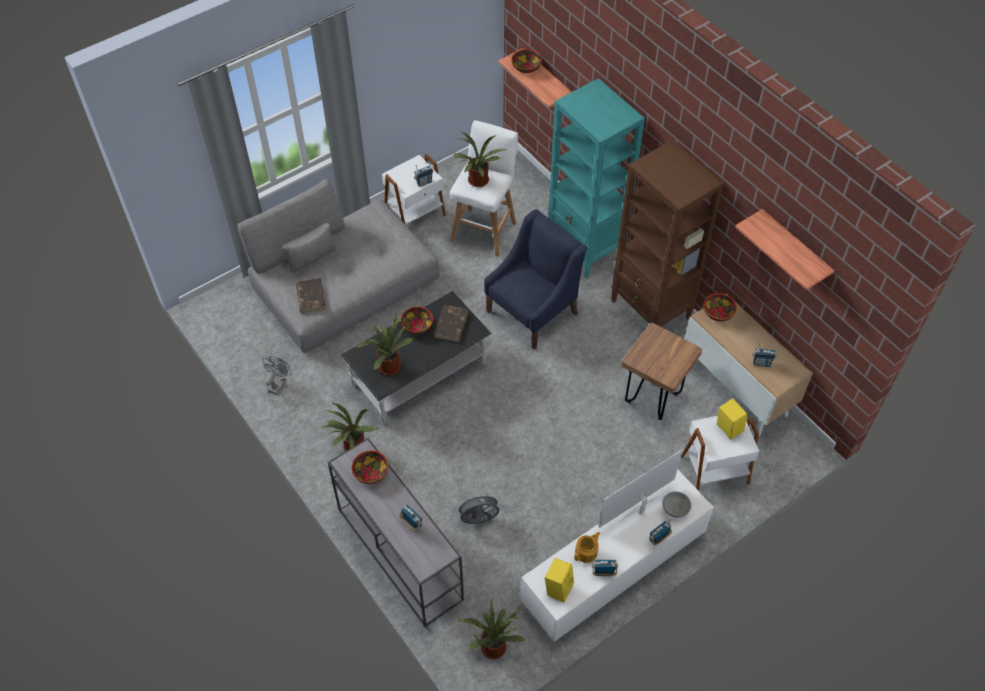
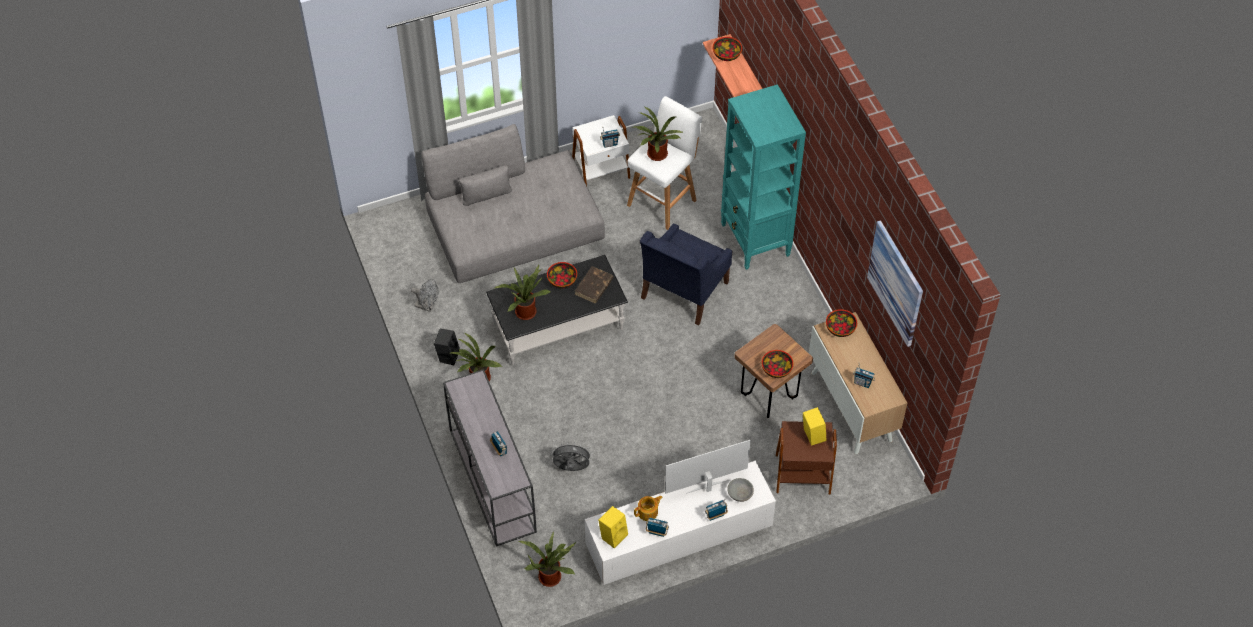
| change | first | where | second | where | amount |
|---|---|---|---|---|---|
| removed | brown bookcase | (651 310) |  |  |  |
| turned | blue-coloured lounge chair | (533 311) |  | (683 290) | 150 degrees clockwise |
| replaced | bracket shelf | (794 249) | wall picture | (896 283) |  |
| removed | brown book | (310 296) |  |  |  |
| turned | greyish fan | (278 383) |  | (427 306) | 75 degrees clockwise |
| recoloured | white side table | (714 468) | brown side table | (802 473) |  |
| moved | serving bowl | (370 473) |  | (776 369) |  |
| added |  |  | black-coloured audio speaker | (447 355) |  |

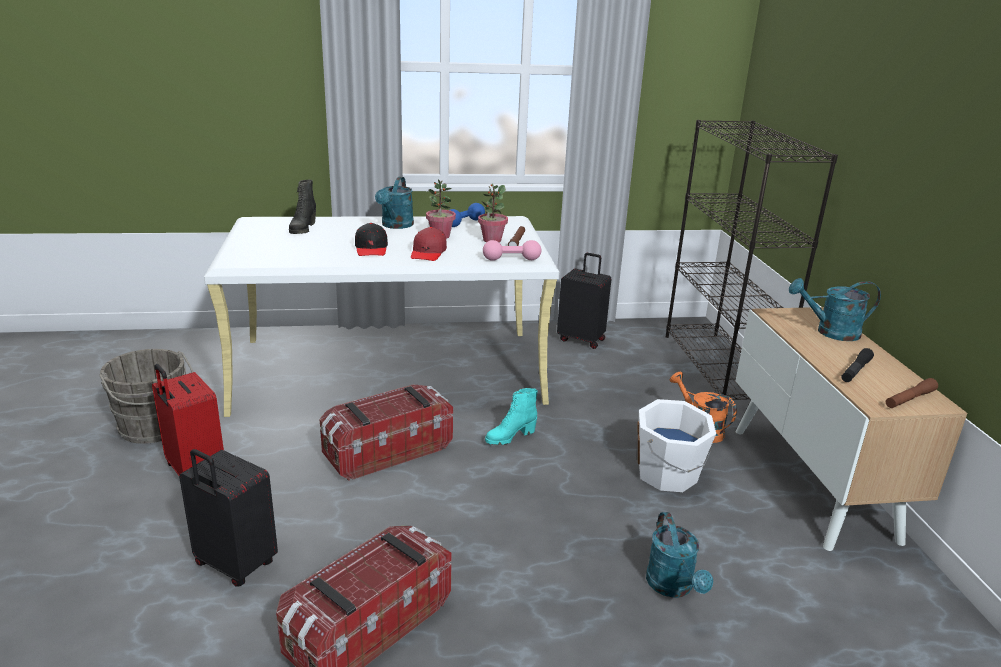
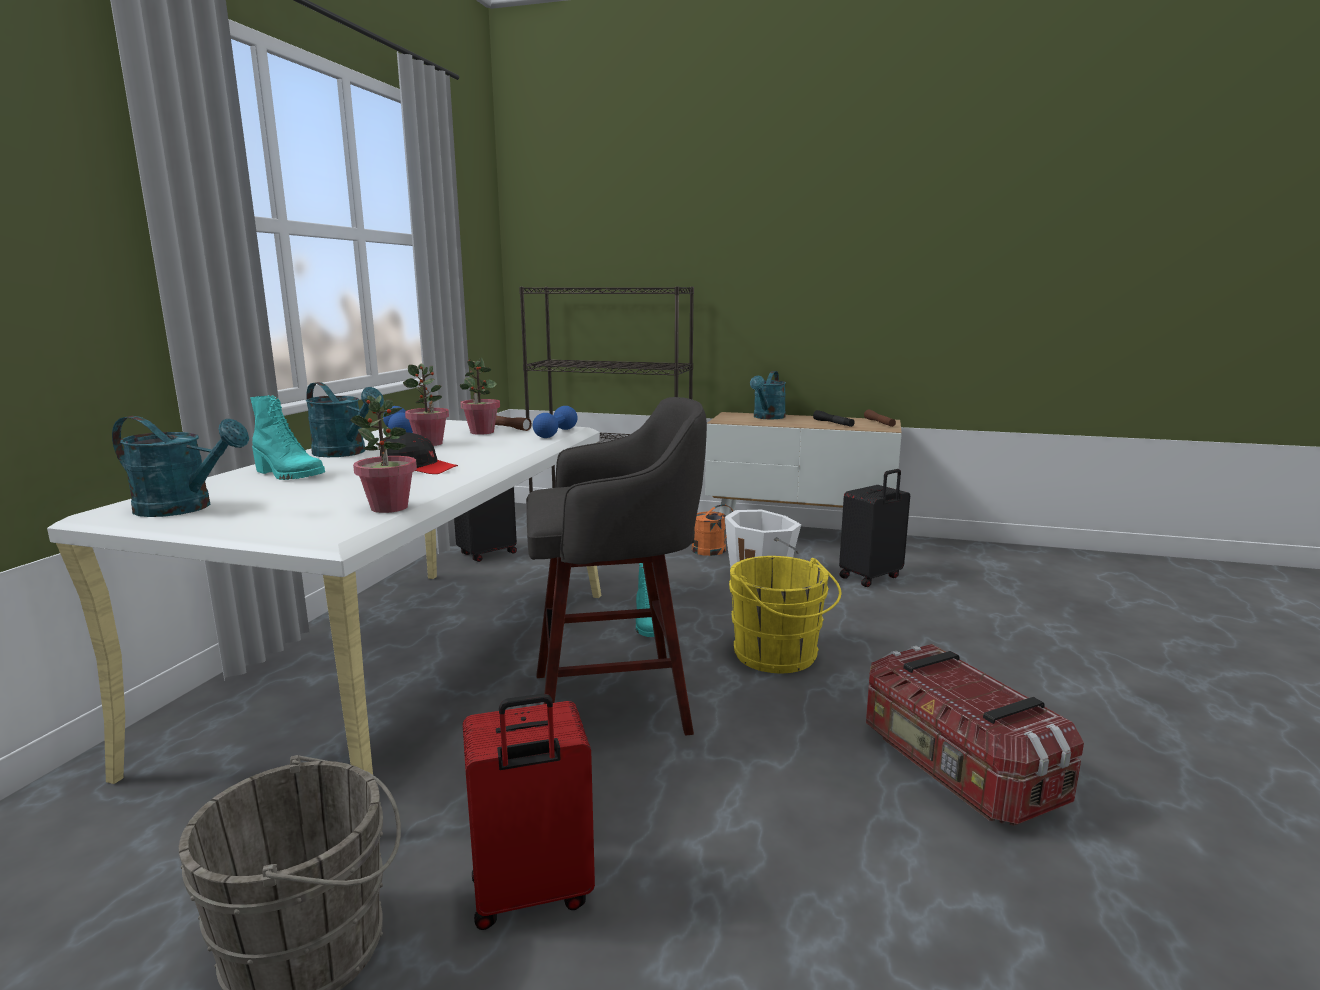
| change | first | where | second | where | amount |
|---|---|---|---|---|---|
| removed | black-coloured tall boot | (302 229) |  |  |  |
| removed | red cap | (428 252) |  |  |  |
| recoloured | pink-coloured free weight | (511 259) | blue-coloured free weight | (556 433) |  |
| replaced | storage box | (387 451) | greyish stool seat | (616 702) |  |
| moved | black-coloured travel case | (234 565) |  | (871 577) |  |
| moved | blue-green sprinkling can | (673 587) |  | (185 508) |  |
| added |  |  | blue-green tall boot | (288 475) |  |
| added |  |  | houseplant | (389 508) |  |
| added |  |  | yellow bucket | (779 656) |  |

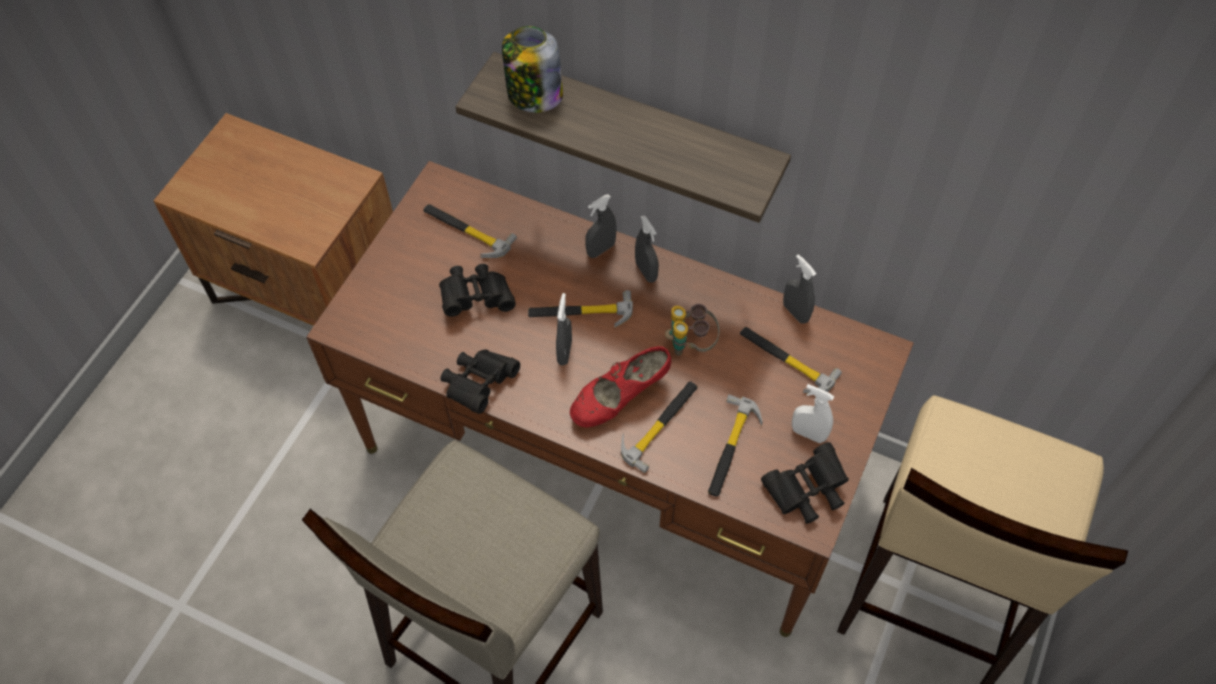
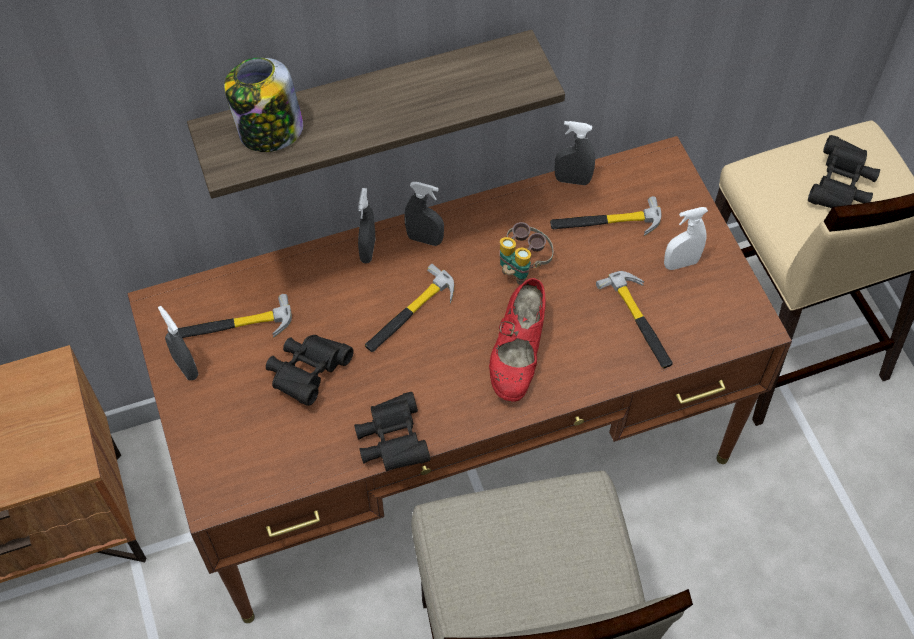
| change | first | where | second | where | amount |
|---|---|---|---|---|---|
| moved | greyish sprayer | (564 352) |  | (185 367) |  |
| removed | tool hammer | (660 424) |  |  |  |
| moved | black-coloured pair of binoculars | (806 492) |  | (840 187) |  |

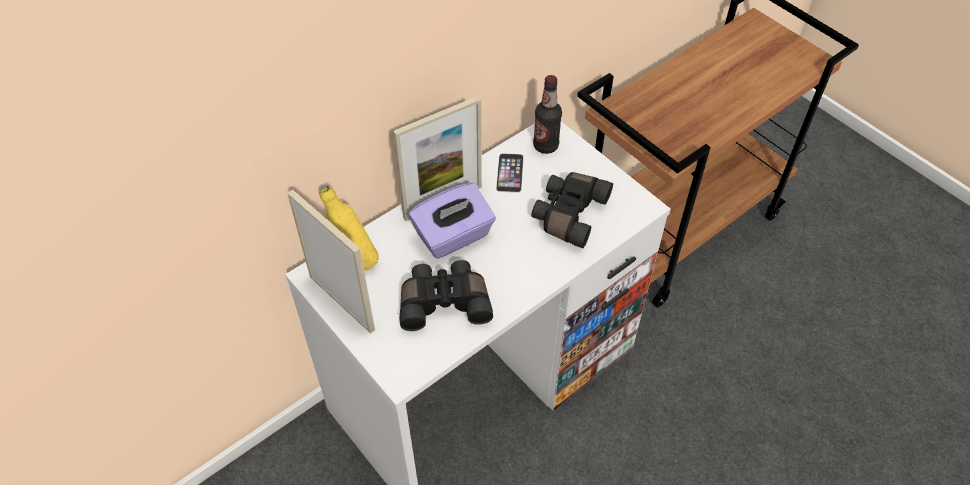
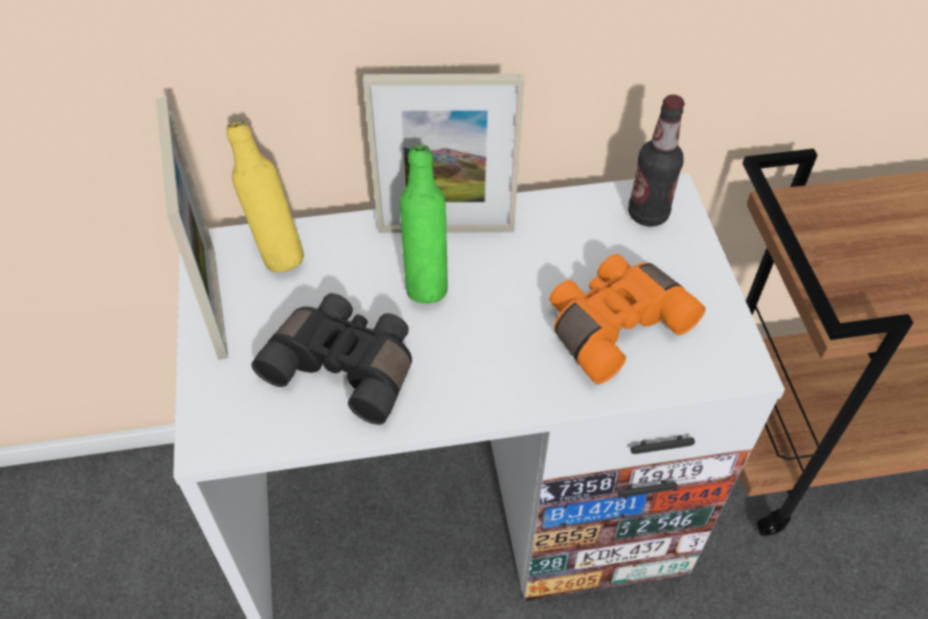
| change | first | where | second | where | amount |
|---|---|---|---|---|---|
| removed | telephone | (510 173) |  |  |  |
| recoloured | black-coloured pair of binoculars | (568 214) | orange-coloured pair of binoculars | (613 324) |  |
| replaced | purple-coloured tissue box | (453 236) | greenish beverage bottle | (426 281) |  |

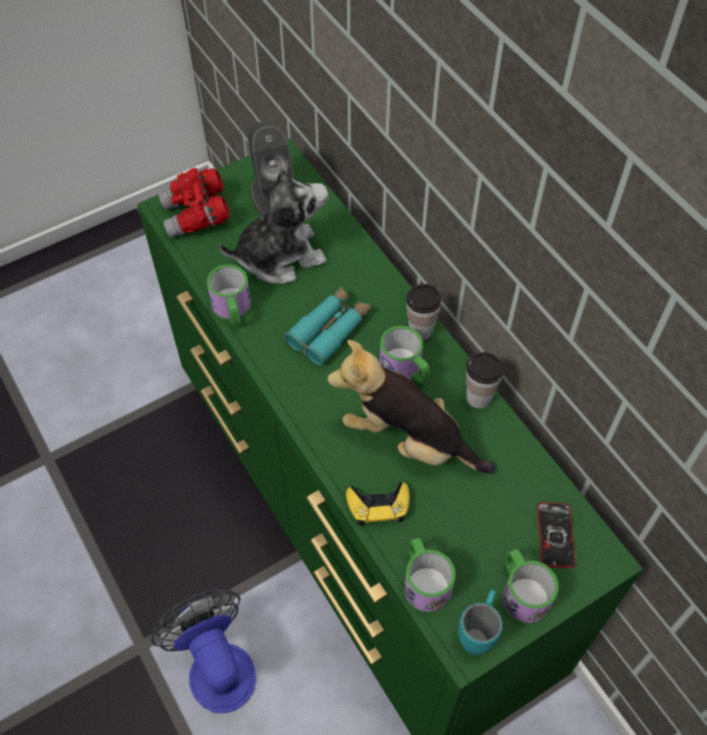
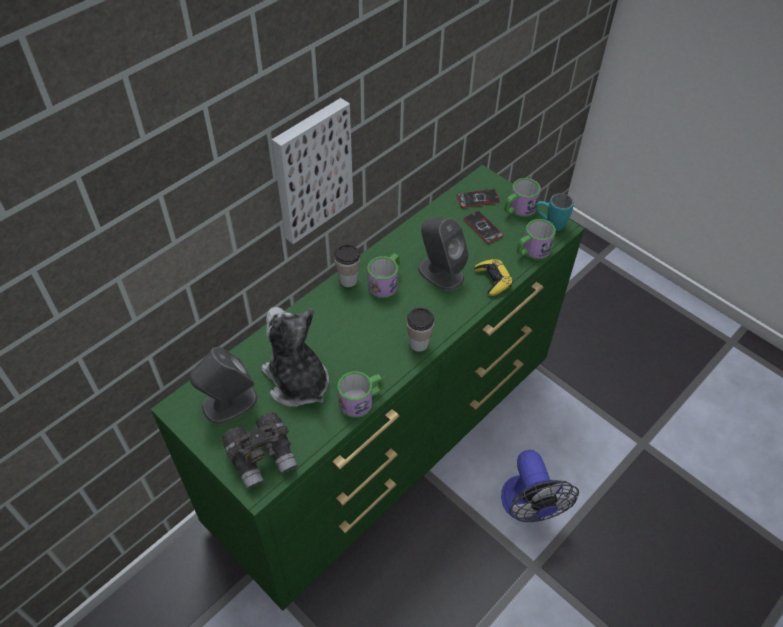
| change | first | where | second | where | amount |
|---|---|---|---|---|---|
| recoloured | red pair of binoculars | (197 216) | greyish pair of binoculars | (263 457) |  |
| removed | blue-green pair of binoculars | (330 330) |  |  |  |
| replaced | soft toy | (408 440) | greyish audio speaker | (440 273) |  |
| moved | drinking cup | (478 397) |  | (418 344) |  |
| turned | fan | (216 665) |  | (528 507) | 60 degrees counterclockwise |
| added |  |  | wall picture | (311 170) |  |
| added |  |  | telephone | (483 228) |  |

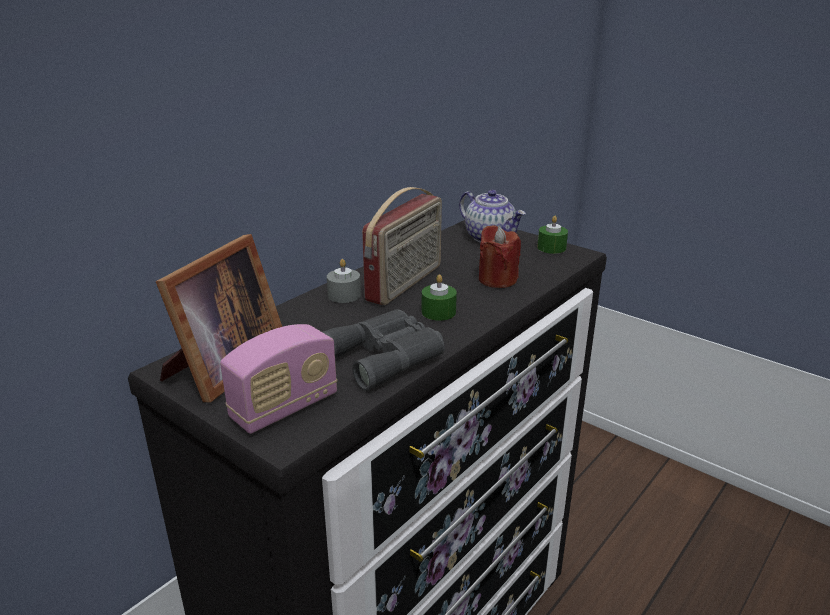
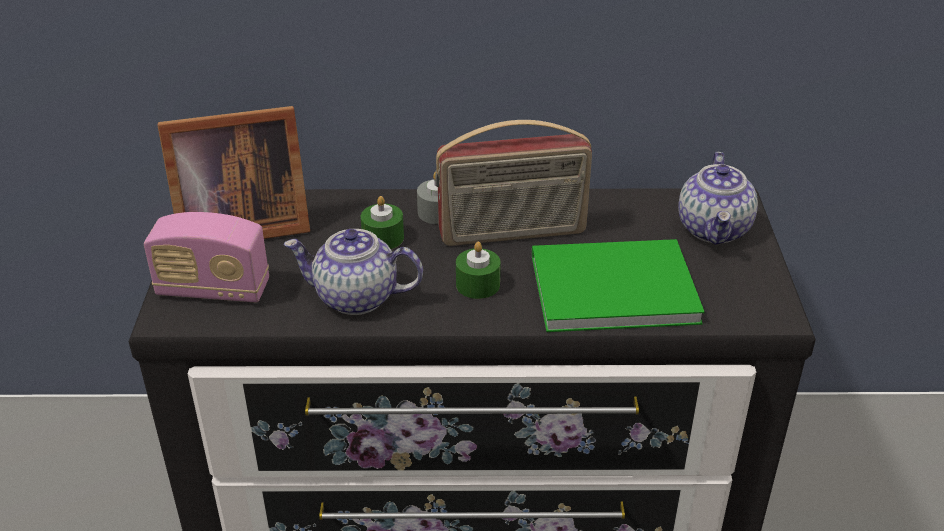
| change | first | where | second | where | amount |
|---|---|---|---|---|---|
| moved | greenish wax light | (551 248) |  | (383 238) |  |
| replaced | red wax light | (497 279) | greenish book | (607 286) |  |
| replaced | greyish pair of binoculars | (387 355) | pot for tea | (355 298) |  |

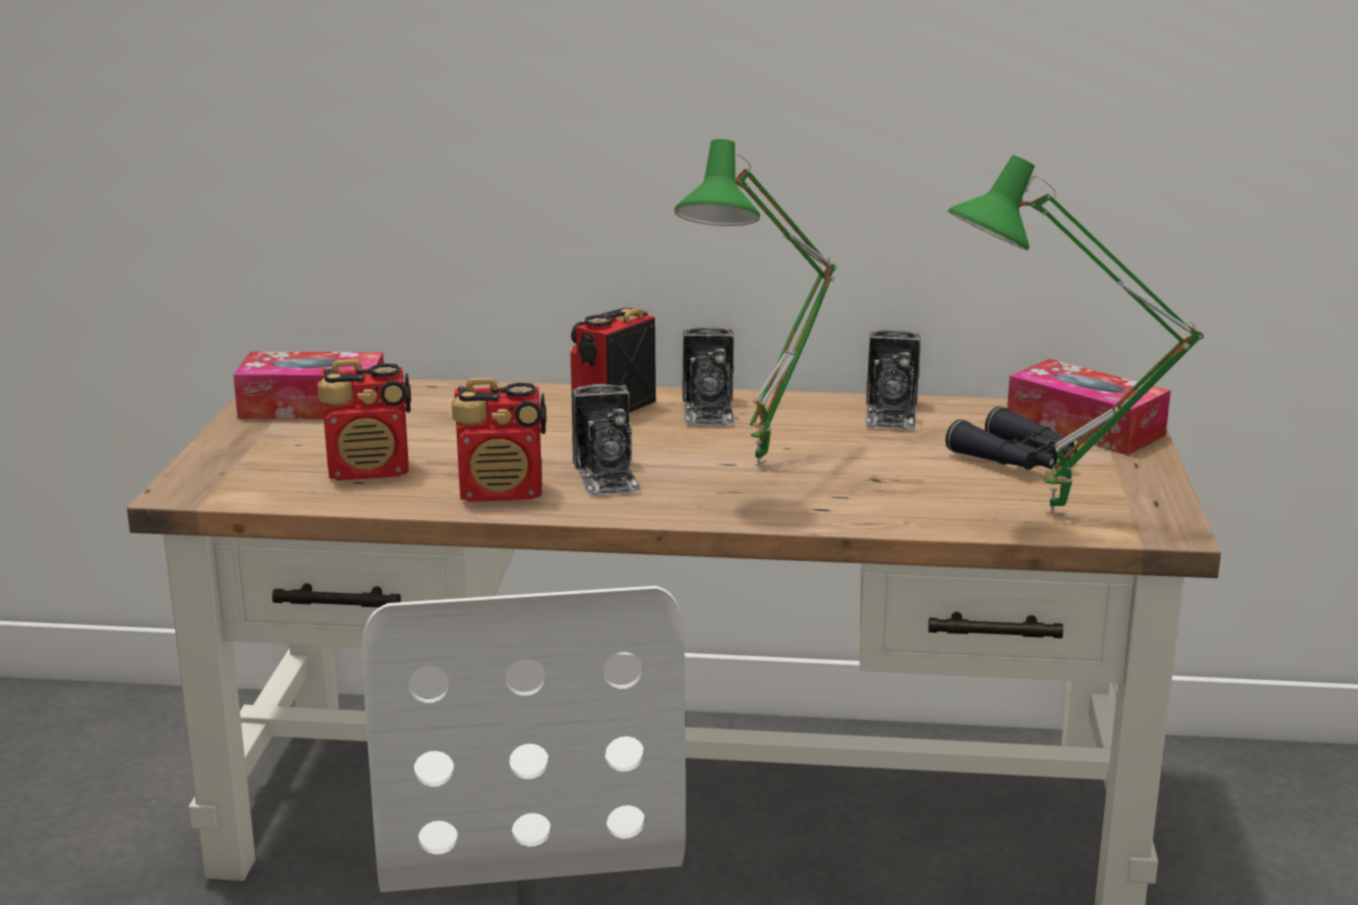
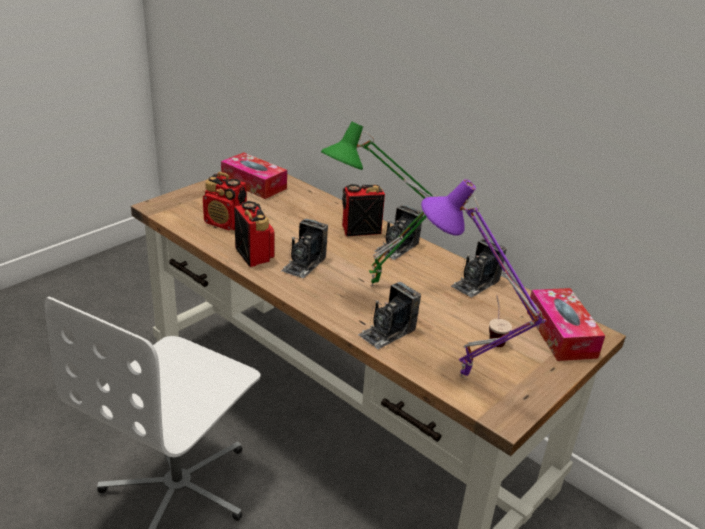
| change | first | where | second | where | amount |
|---|---|---|---|---|---|
| recoloured | greenish lamp for a table | (1055 517) | purple-coloured lamp for a table | (460 379) |  |
| turned | radio | (502 493) |  | (254 255) | 150 degrees counterclockwise |
| replaced | black-coloured pair of binoculars | (1017 460) | drinking cup | (495 337) |  |
| added |  |  | photo camera | (387 332) |  |

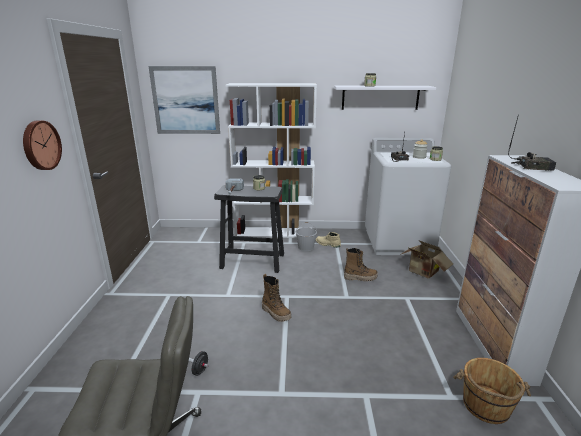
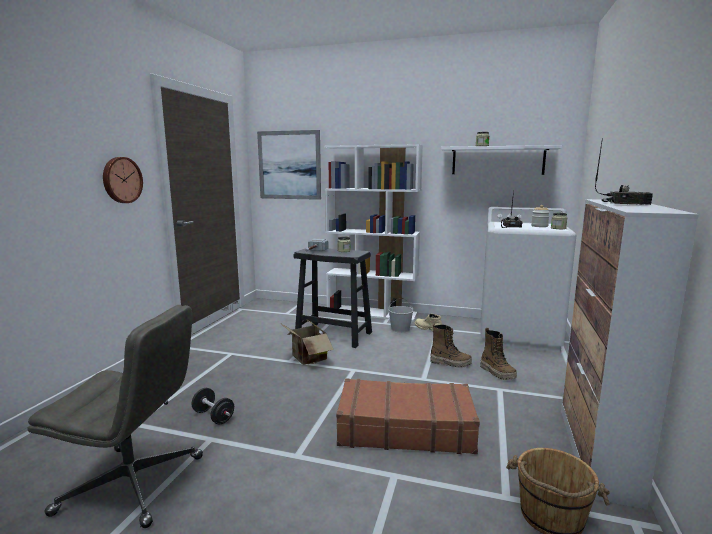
| change | first | where | second | where | amount |
|---|---|---|---|---|---|
| moved | cardboard box | (423 273) |  | (307 359) |  |
| moved | tall boot | (276 313) |  | (497 373) |  |
| added |  |  | brown travel case | (405 428) |  |

